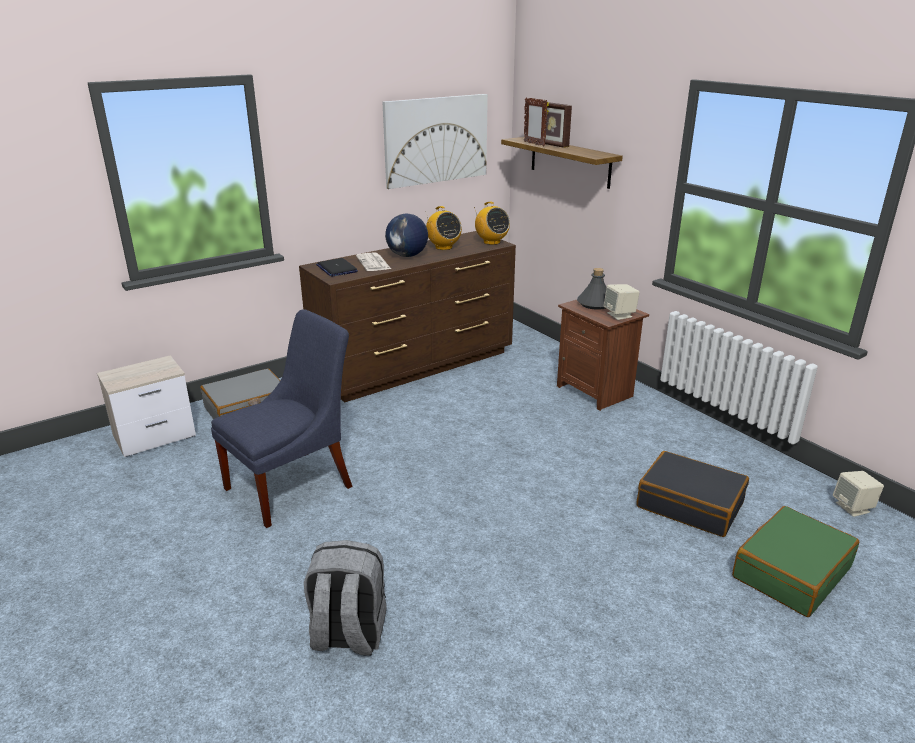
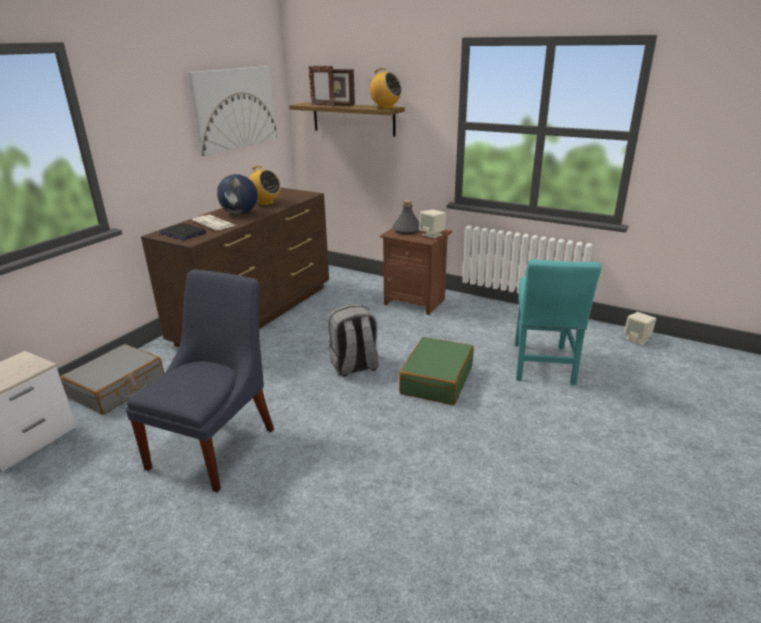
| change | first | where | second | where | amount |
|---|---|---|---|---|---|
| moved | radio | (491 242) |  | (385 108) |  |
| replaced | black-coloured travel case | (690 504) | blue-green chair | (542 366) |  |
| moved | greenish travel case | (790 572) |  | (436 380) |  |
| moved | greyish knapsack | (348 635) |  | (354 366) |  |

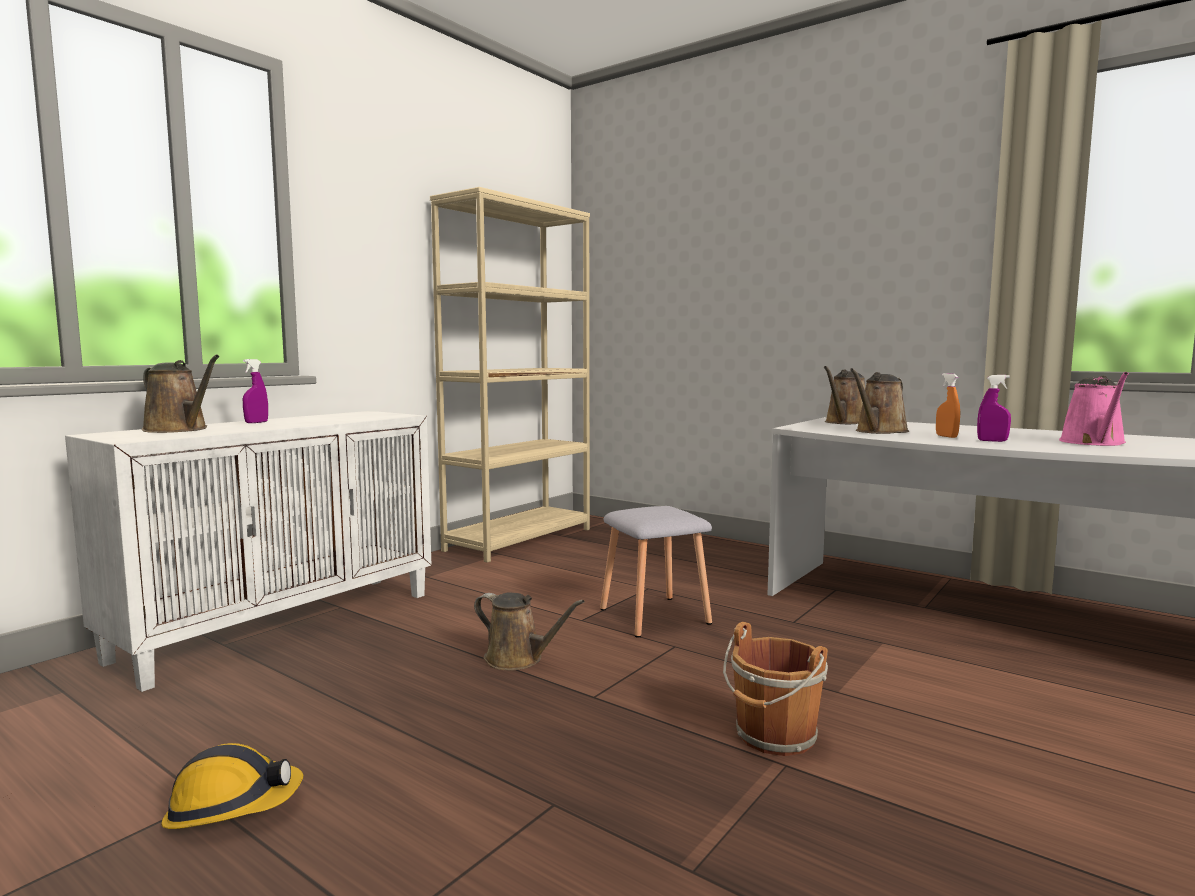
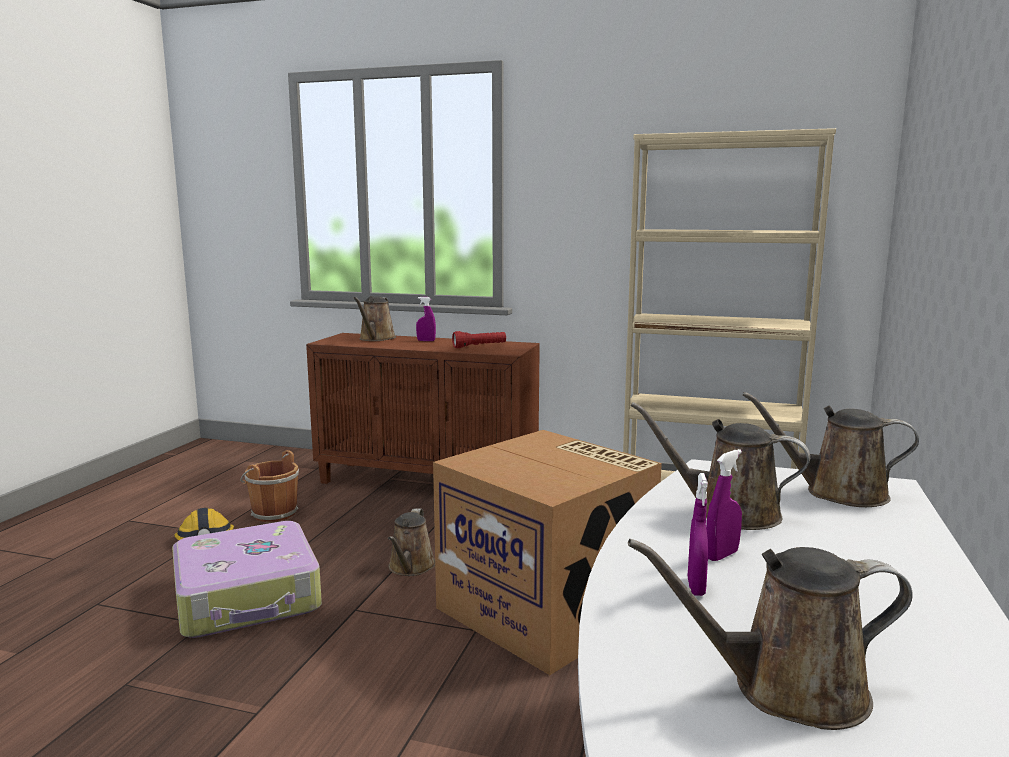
| change | first | where | second | where | amount |
|---|---|---|---|---|---|
| recoloured | pink-coloured sprinkling can | (1094 443) | brown sprinkling can | (786 689) |  |
| recoloured | orange-coloured sprayer | (946 436) | purple-coloured sprayer | (721 555) |  |
| recoloured | white cabinet | (282 624) | brown cabinet | (428 482) |  |
| replaced | greyish stool seat | (655 615) | cardboard box | (548 609) |  |
| moved | brown bucket | (774 737) |  | (272 513) |  |
| added |  |  | red flashlight | (479 346) |  |
| added |  |  | travel case | (248 597) |  |

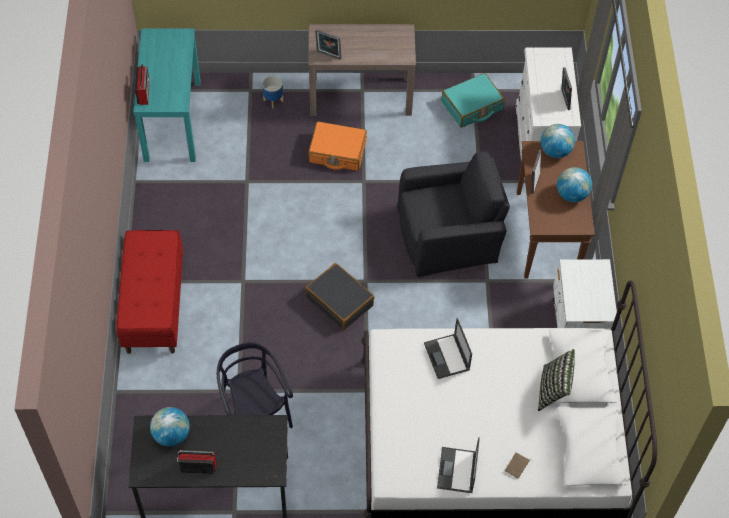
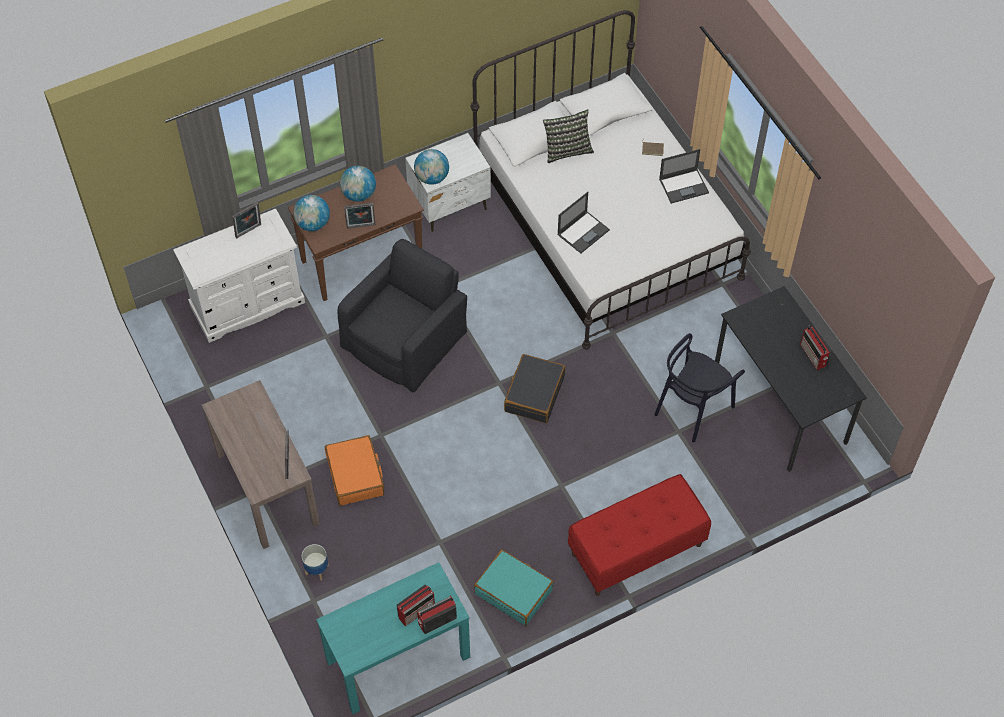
| change | first | where | second | where | amount |
|---|---|---|---|---|---|
| moved | blue-green travel case | (472 106) |  | (514 591) |  |
| turned | black-coloured lounge chair | (448 234) |  | (405 337) | 75 degrees clockwise |
| moved | world globe | (171 435) |  | (432 177) |  |
| added |  |  | radio | (417 610) |  |

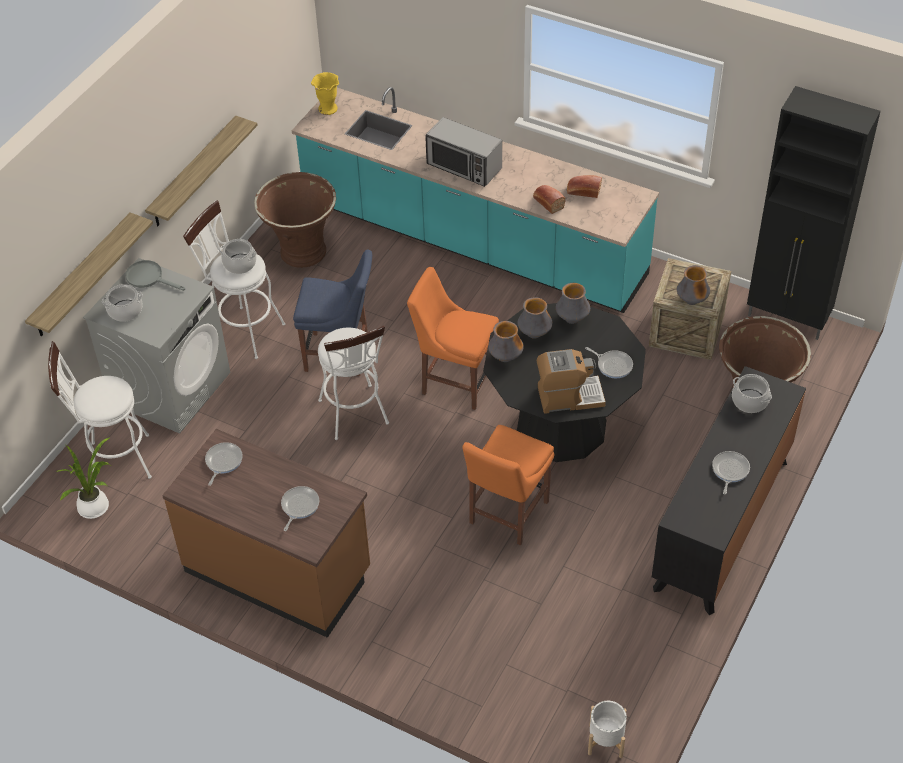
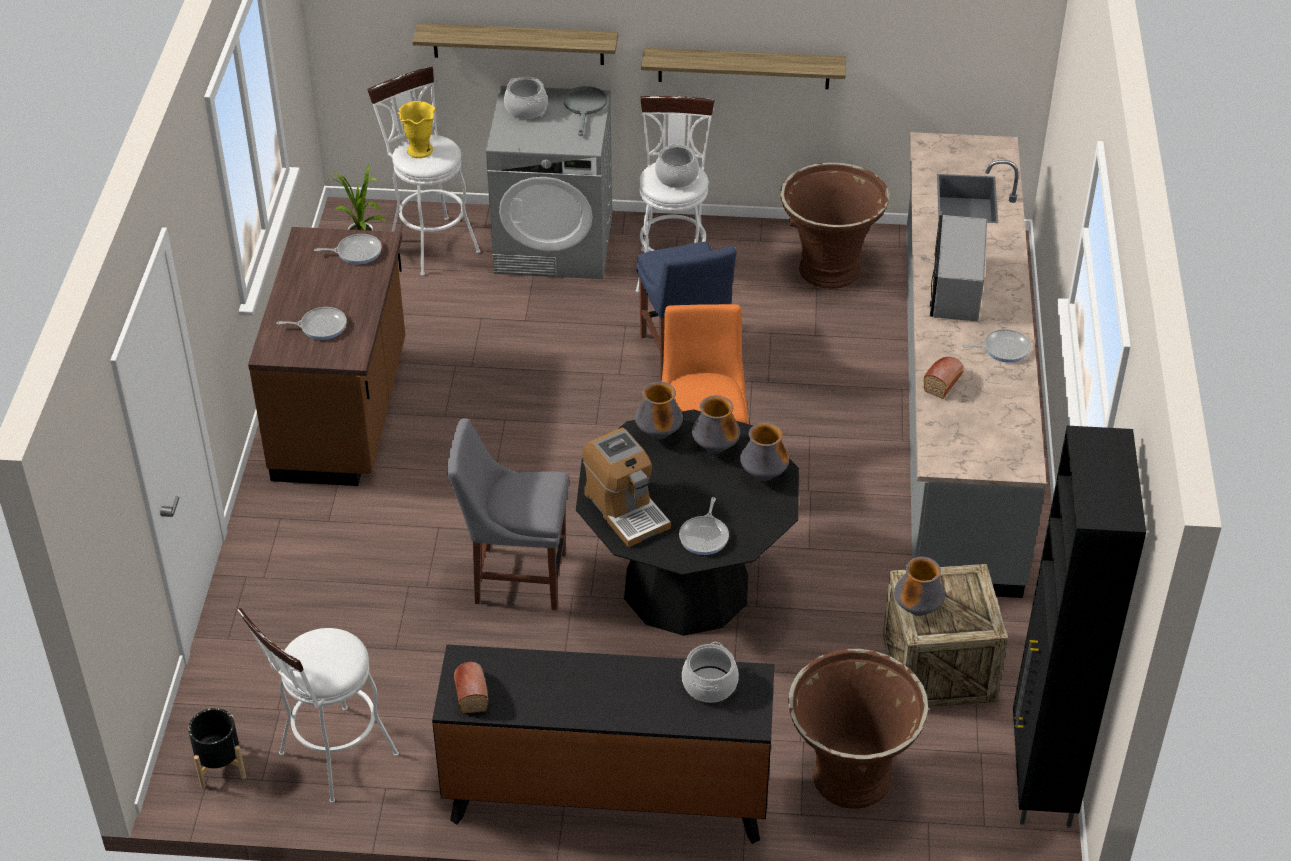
| change | first | where | second | where | amount |
|---|---|---|---|---|---|
| moved | yellow flower vase | (328 109) |  | (419 151) |  |
| recoloured | blue-green kitchen base unit | (472 241) | greyish kitchen base unit | (955 407) |  |
| moved | bakery bread | (583 191) |  | (471 692) |  |
| moved | white stool seat | (355 416) |  | (331 760) |  |
| recoloured | orange-coloured chair | (506 515) | greyish chair | (515 577) |  |
| moved | frying pan | (729 471) |  | (1003 349) |  |
| recoloured | white plant pot | (606 741) | black-coloured plant pot | (220 766) |  |

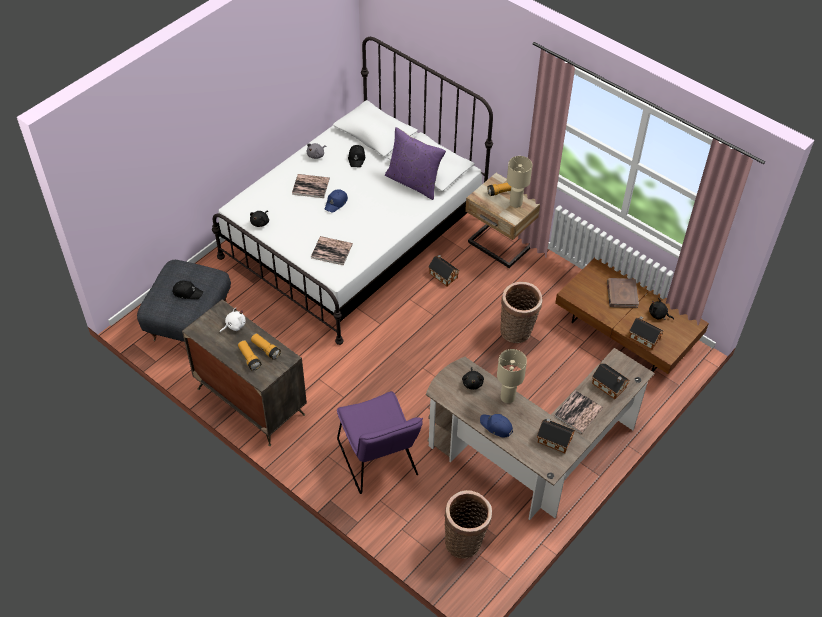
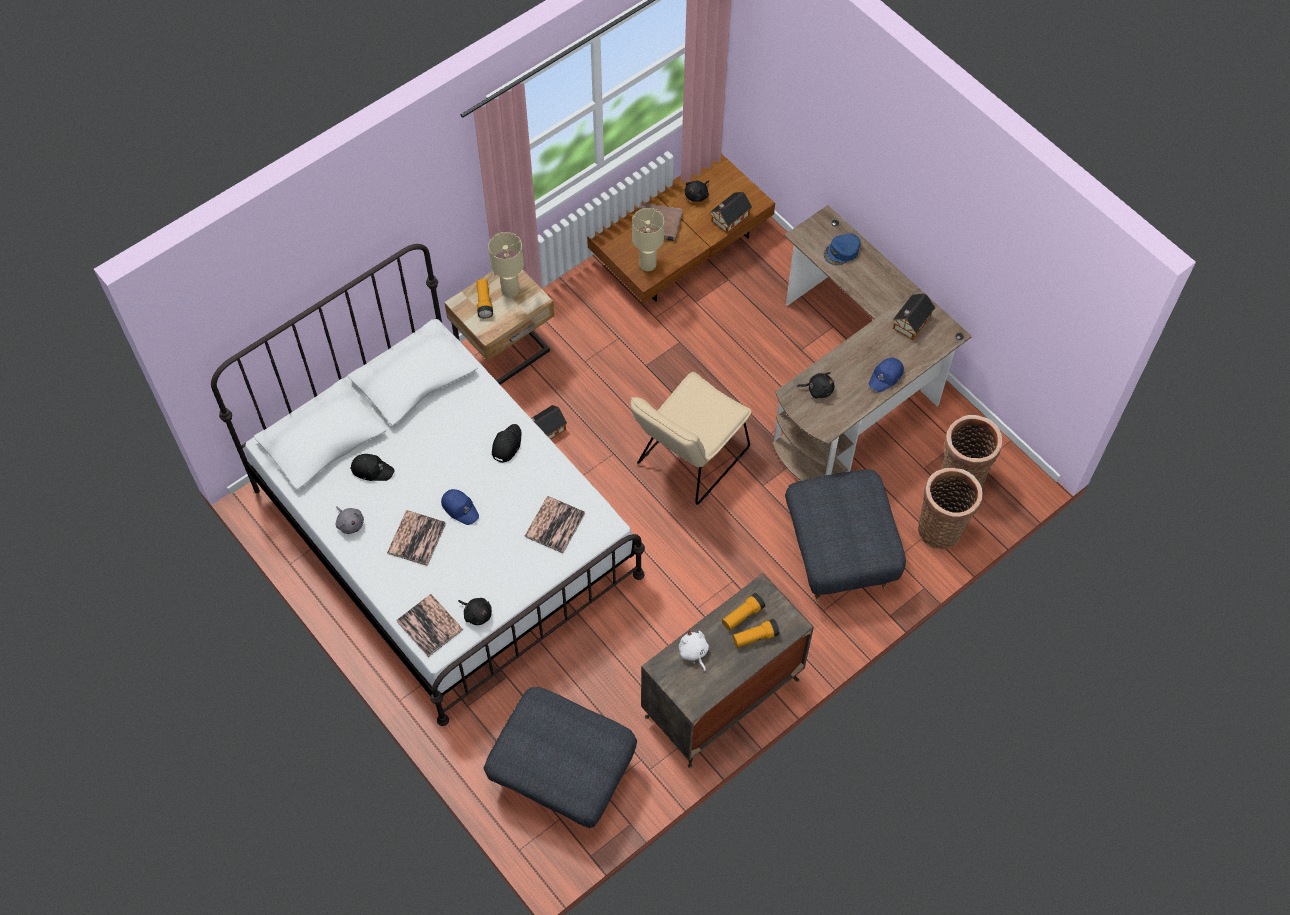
| change | first | where | second | where | amount |
|---|---|---|---|---|---|
| removed | purple-coloured throw pillow | (414 182) |  |  |  |
| moved | black-coloured cap | (187 292) |  | (506 445) |  |
| moved | household basket | (517 332) |  | (941 527) |  |
| moved | beige-coloured lamp for a table | (507 397) |  | (648 265) |  |
| replaced | model house | (610 386) | blue-coloured cap | (842 252) |  |
| moved | book | (578 412) |  | (430 625) |  |
| replaced | purple-coloured chair | (379 462) | greyish ottoman | (840 552) |  |
| added |  |  | beige-coloured chair | (688 460) |  |

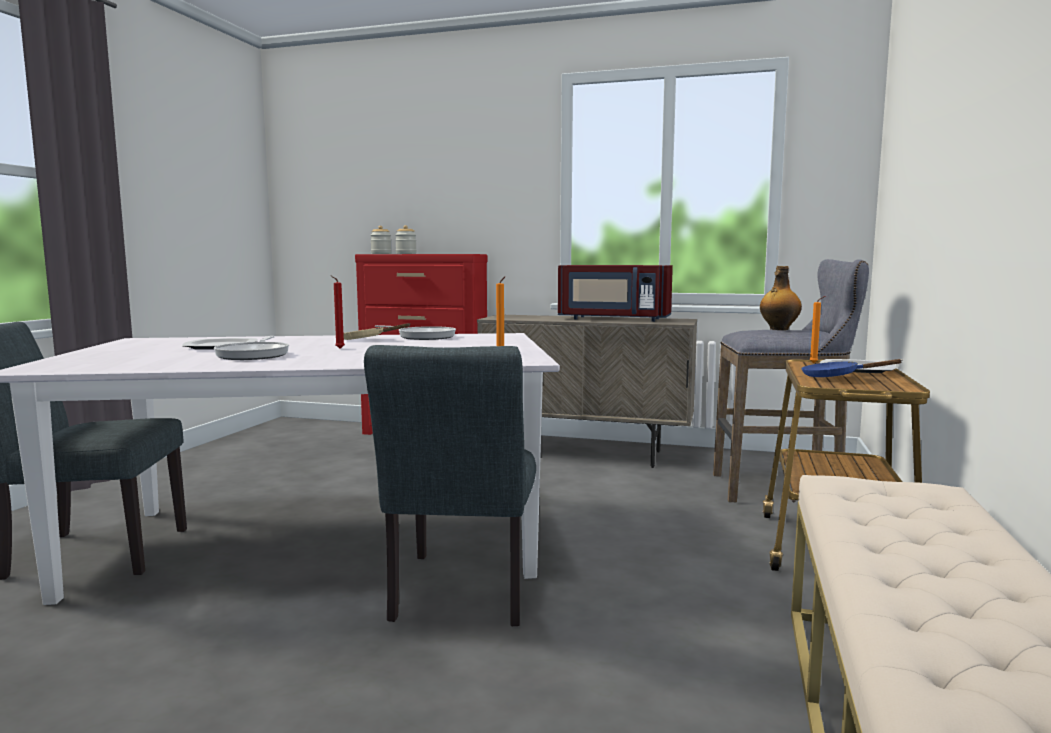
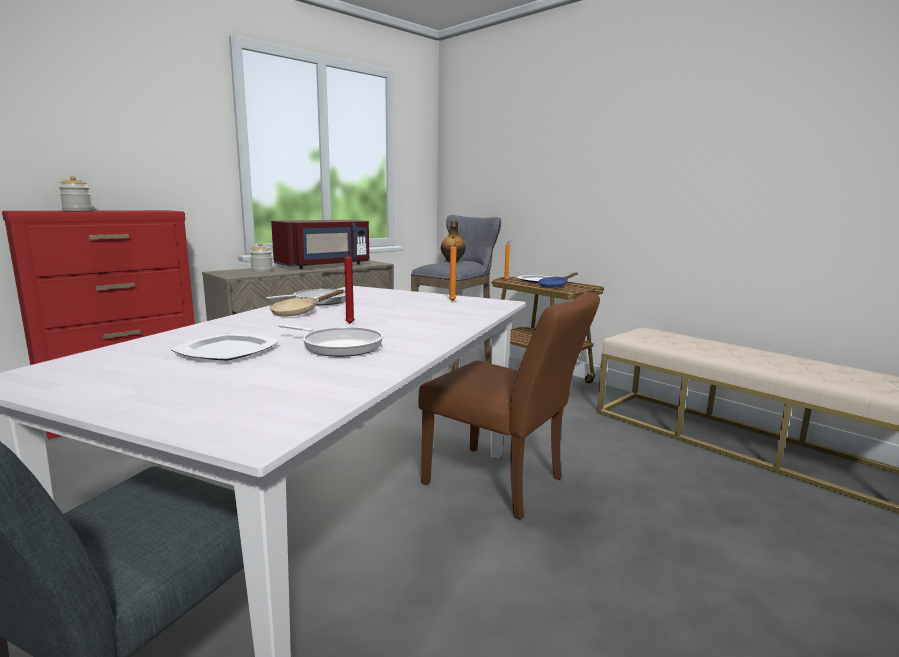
| change | first | where | second | where | amount |
|---|---|---|---|---|---|
| moved | storage jar | (381 253) |  | (262 270) |  |
| recoloured | greyish chair | (461 595) | brown chair | (503 484) |  |

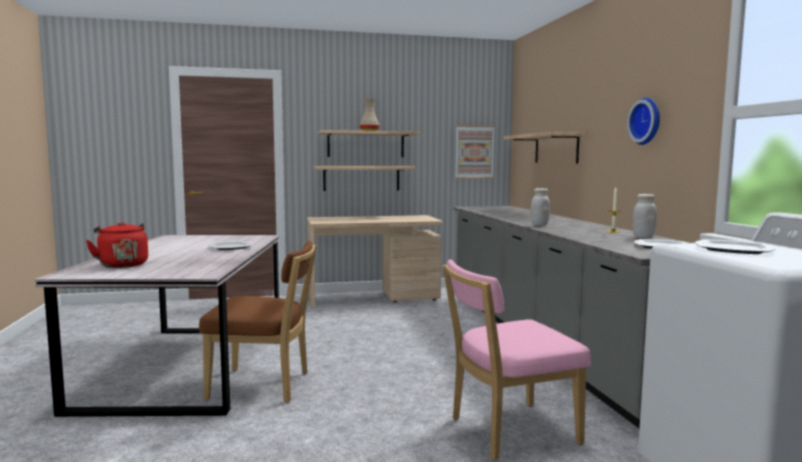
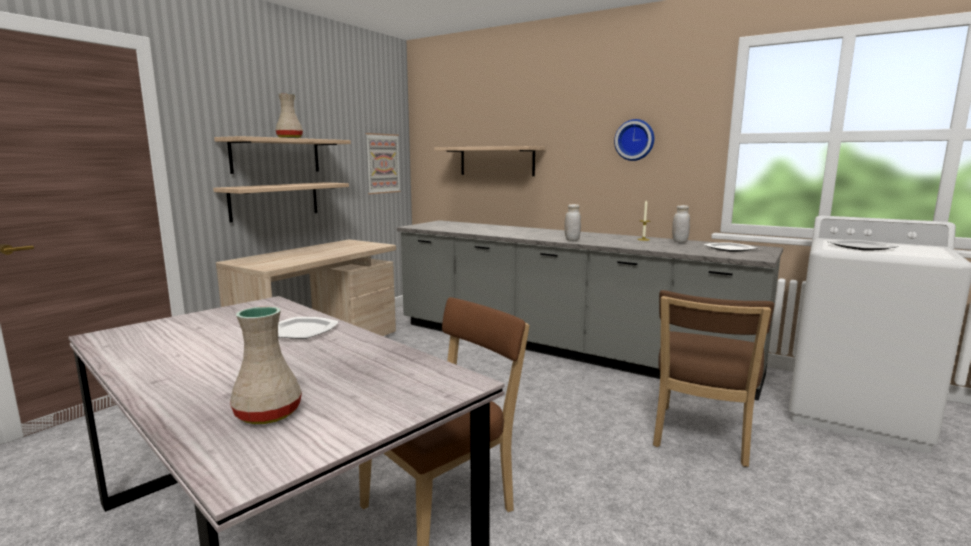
| change | first | where | second | where | amount |
|---|---|---|---|---|---|
| replaced | red kettle | (122 265) | beige-coloured flower vase | (267 413) |  |
| recoloured | pink-coloured chair | (508 431) | brown chair | (701 438) |  |

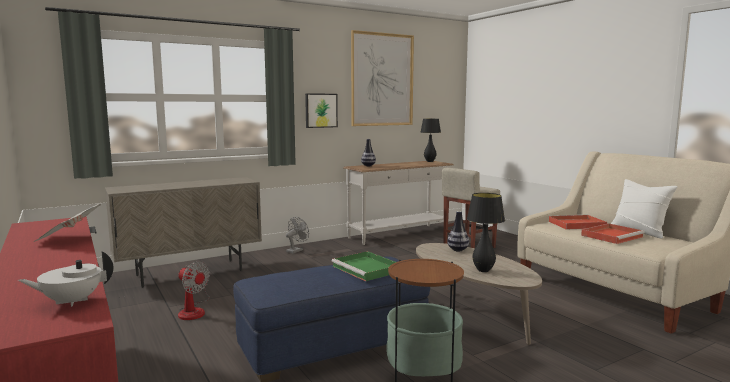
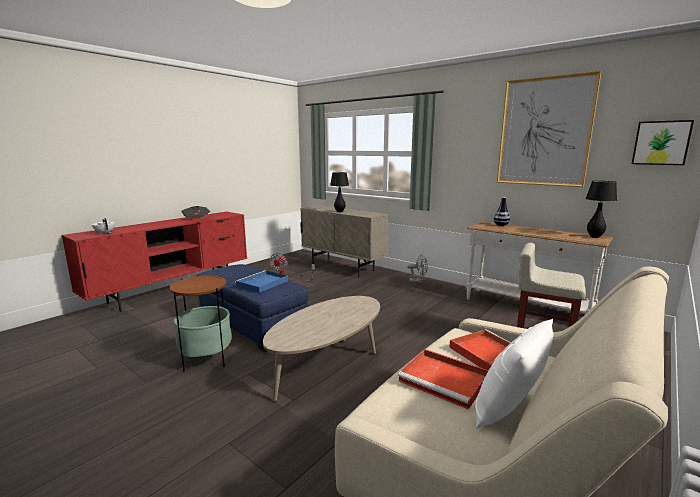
| change | first | where | second | where | amount |
|---|---|---|---|---|---|
| moved | wall picture | (321 110) |  | (661 143) |  |
| moved | black-coloured lamp for a table | (483 270) |  | (339 212) |  |
| removed | flower vase | (457 250) |  |  |  |
| recoloured | greenish tray | (367 269) | blue-coloured tray | (262 283) |  |

